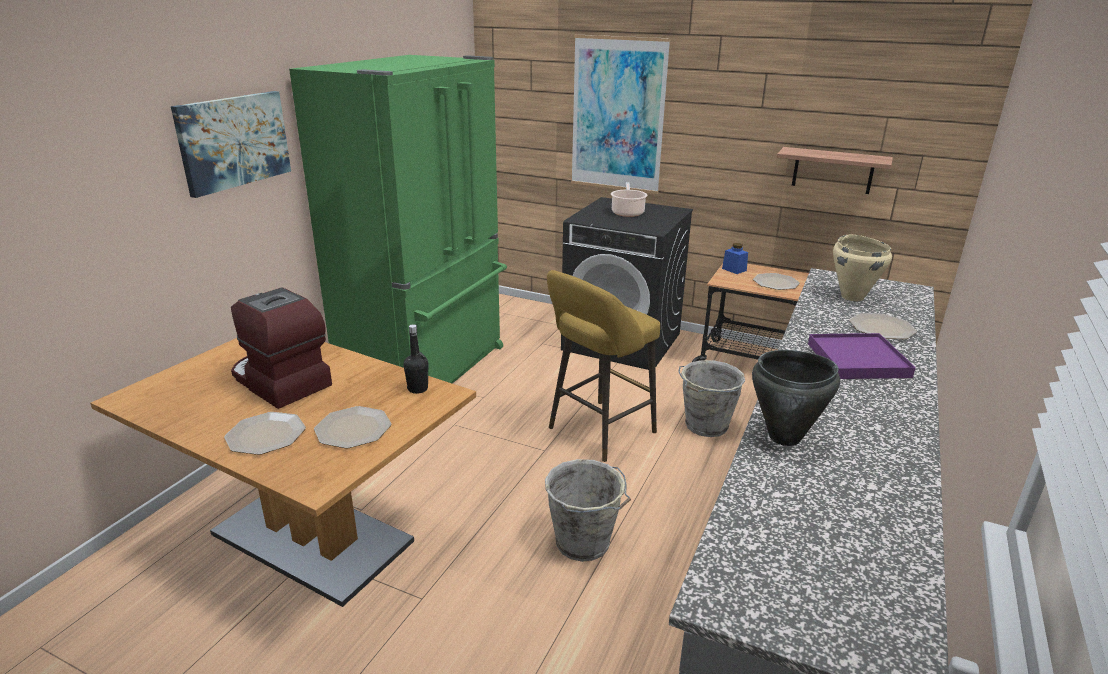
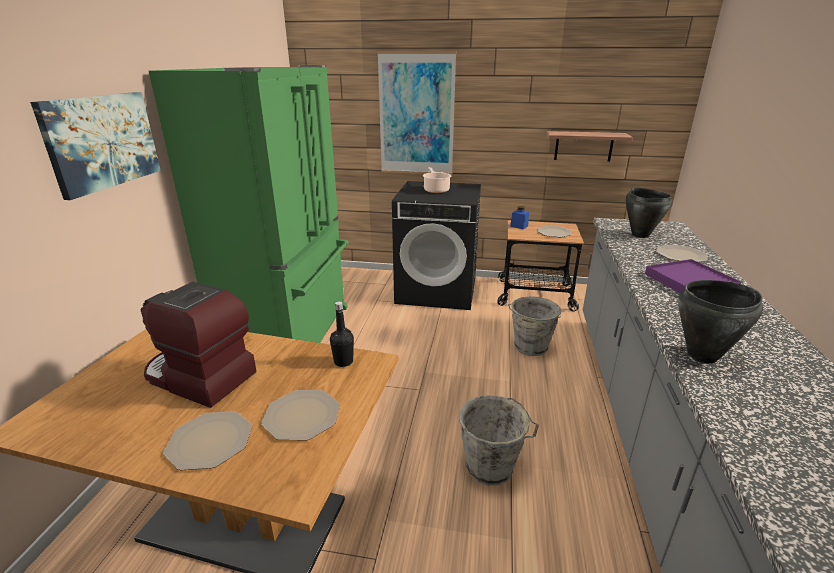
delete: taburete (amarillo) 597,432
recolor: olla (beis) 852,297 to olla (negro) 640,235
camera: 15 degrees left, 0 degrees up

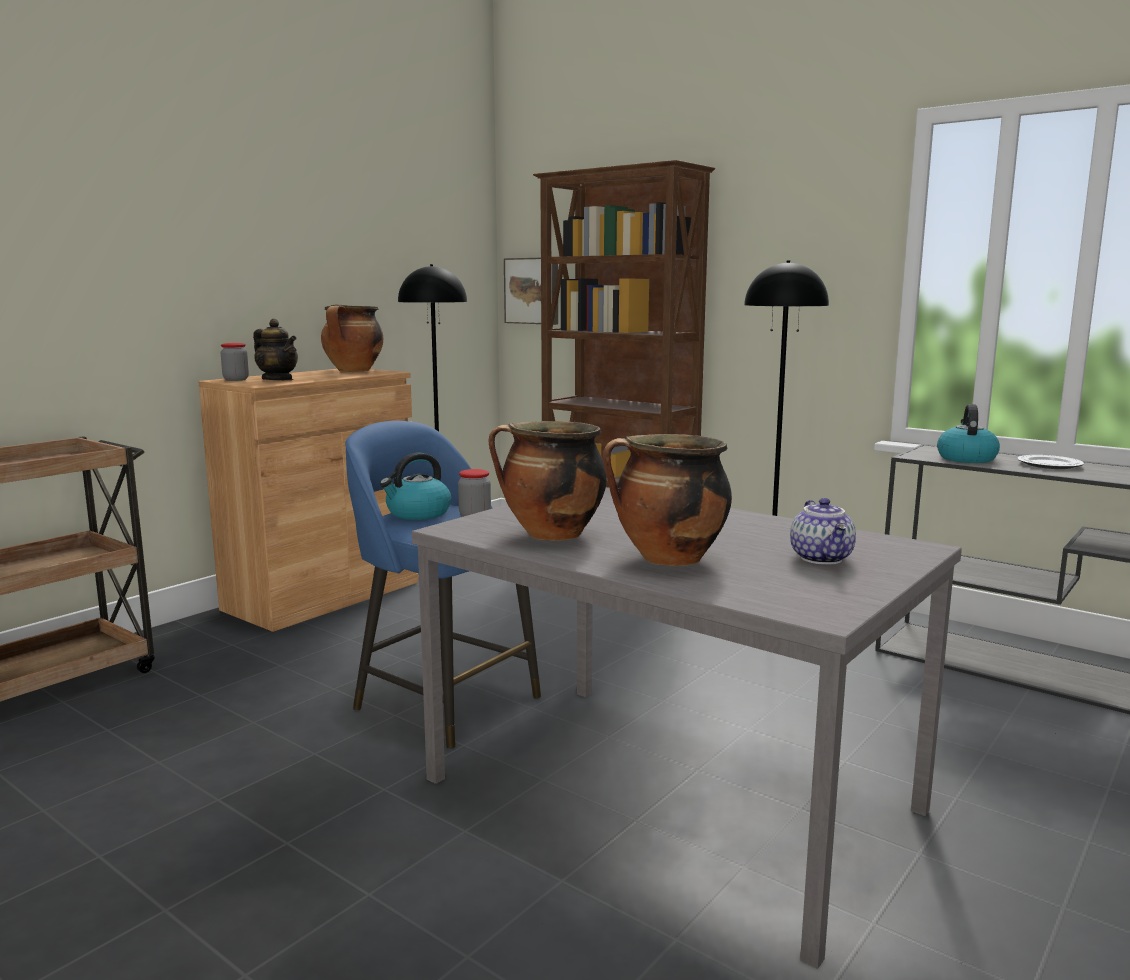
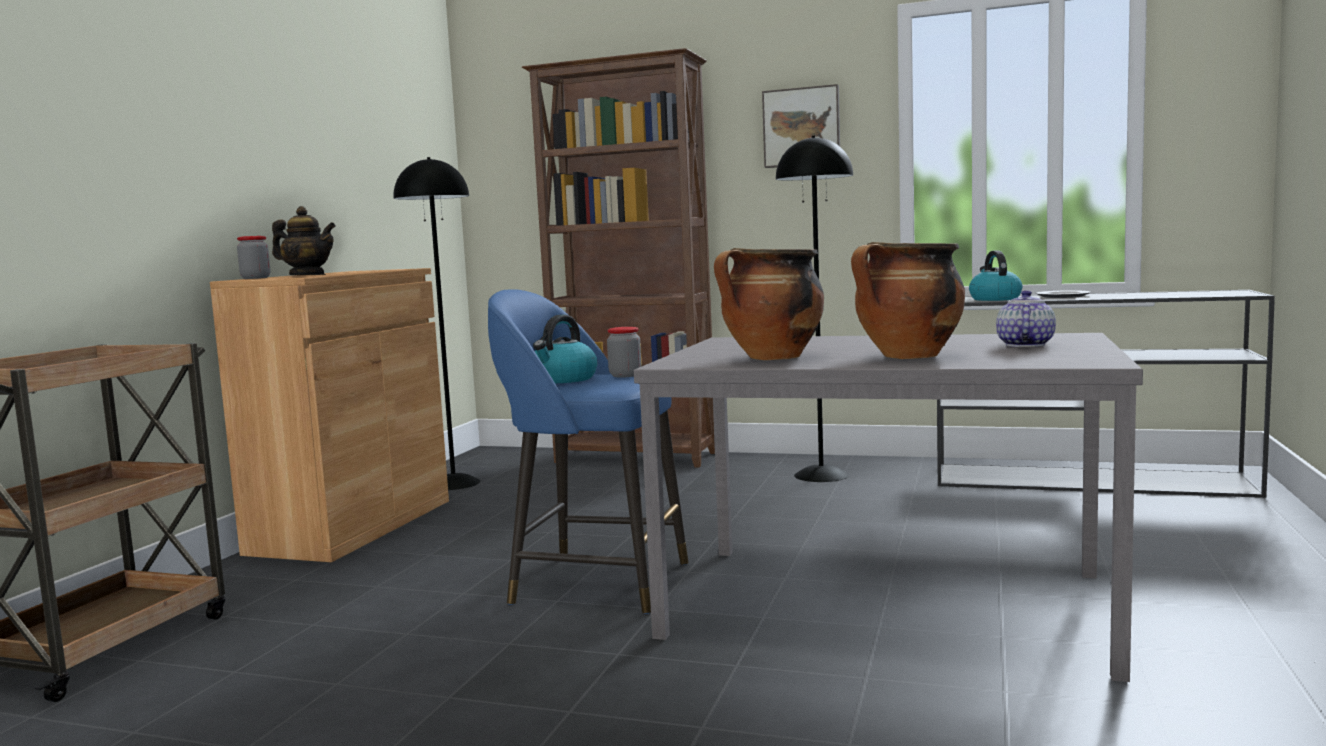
delete: olla 353,371
move: cuadro 533,291 to 802,127
rotate: tetera 823,558 = 1023,345 135 degrees counterclockwise
camera: 20 degrees left, 5 degrees down

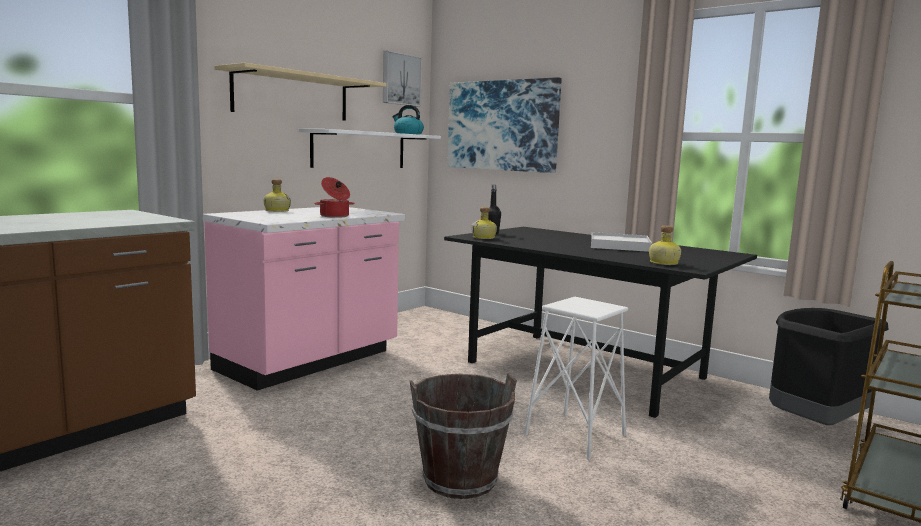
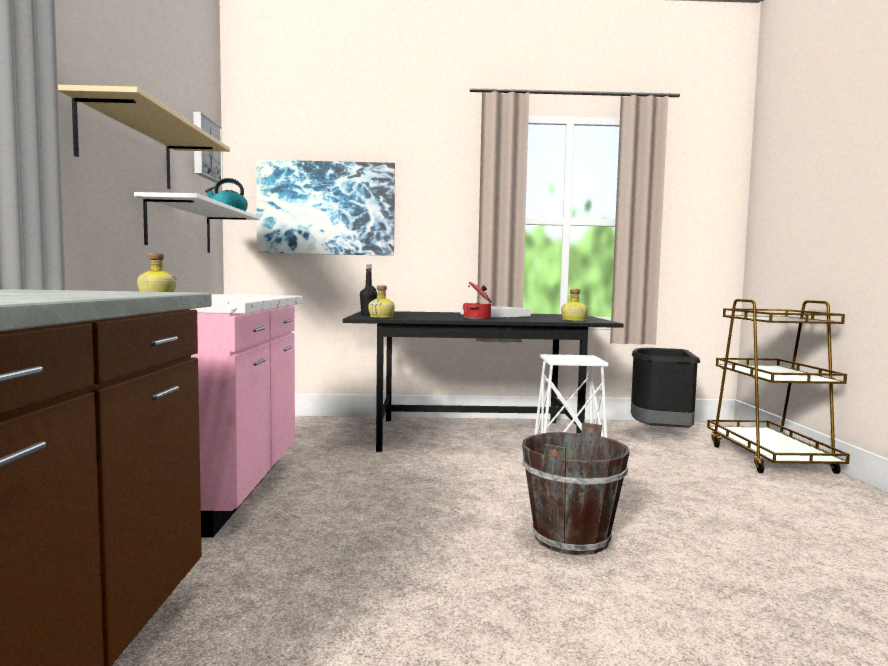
move: olla 334,216 to 478,318
camera: 40 degrees left, 5 degrees down

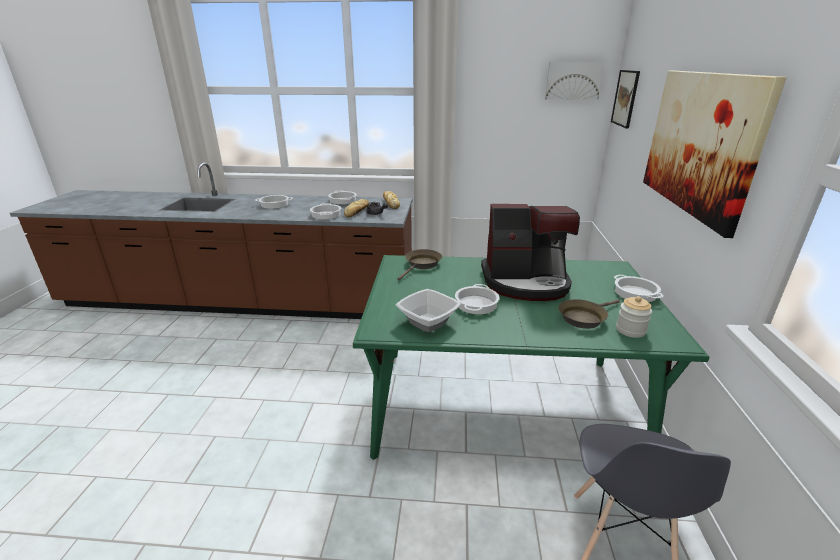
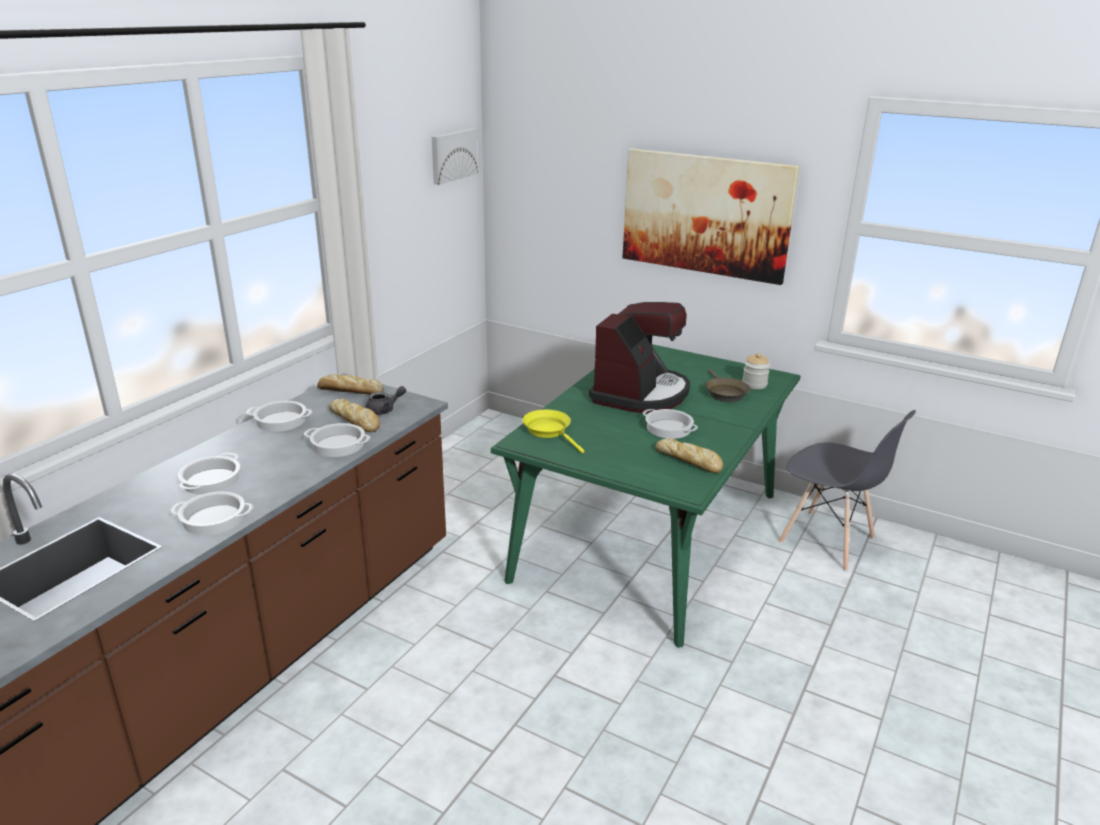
delete: cuadro 625,98
move: olla 634,293 to 213,519
replace: cuenco 427,322 to pan 689,461
recolor: sartén (marrón) 422,265 to sartén (amarillo) 549,431
camera: 65 degrees left, 0 degrees up

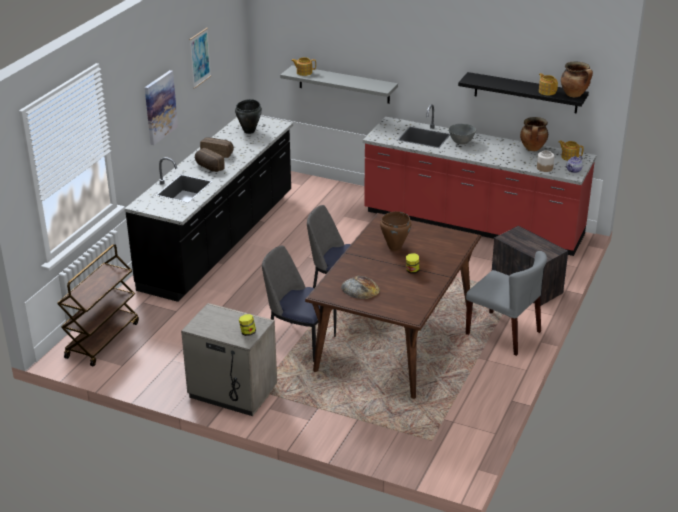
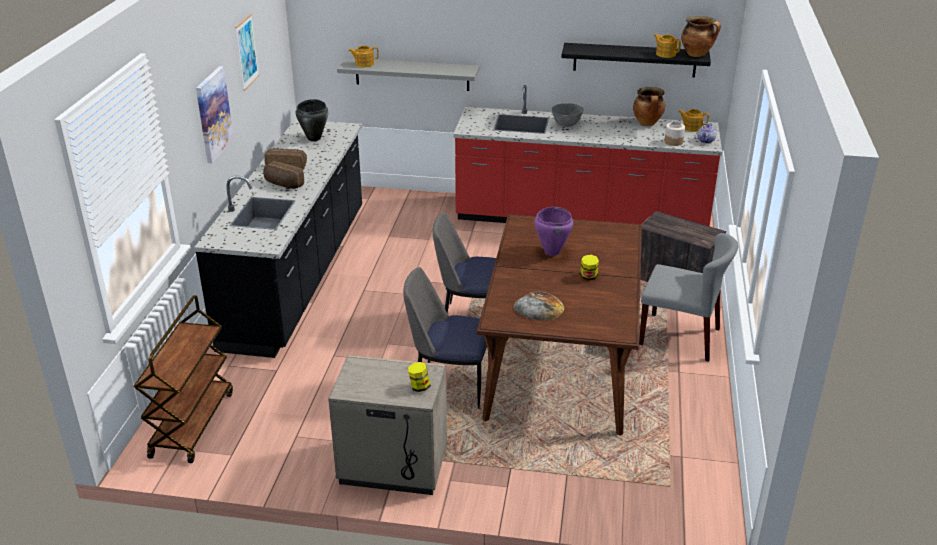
recolor: olla (marrón) 394,247 to olla (morado) 551,252
camera: 15 degrees left, 0 degrees up

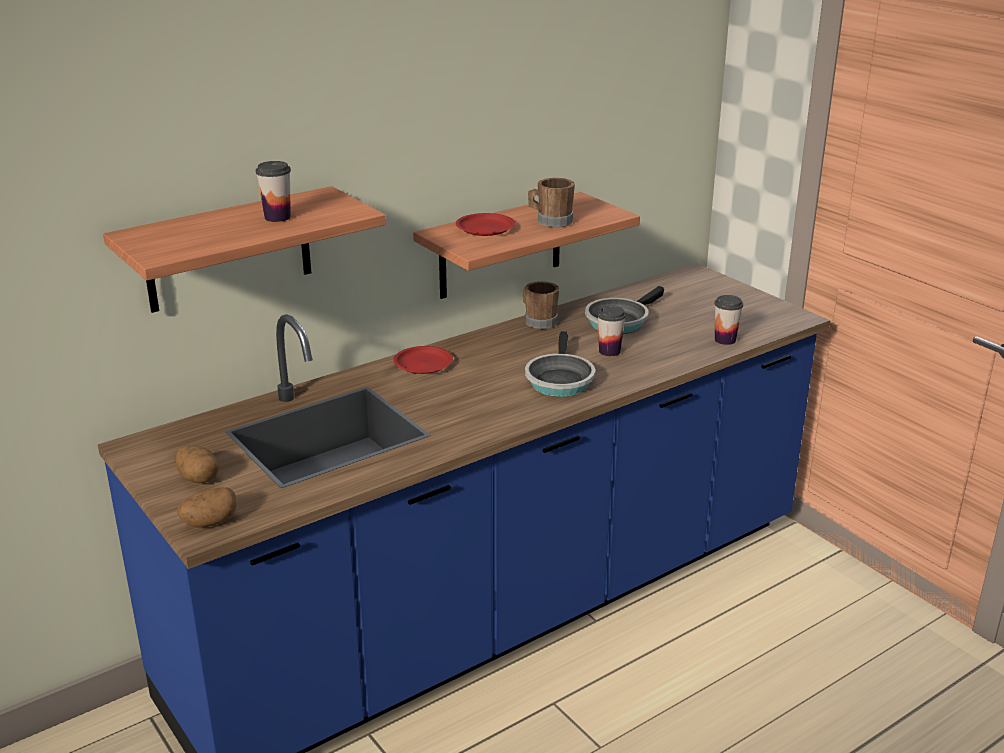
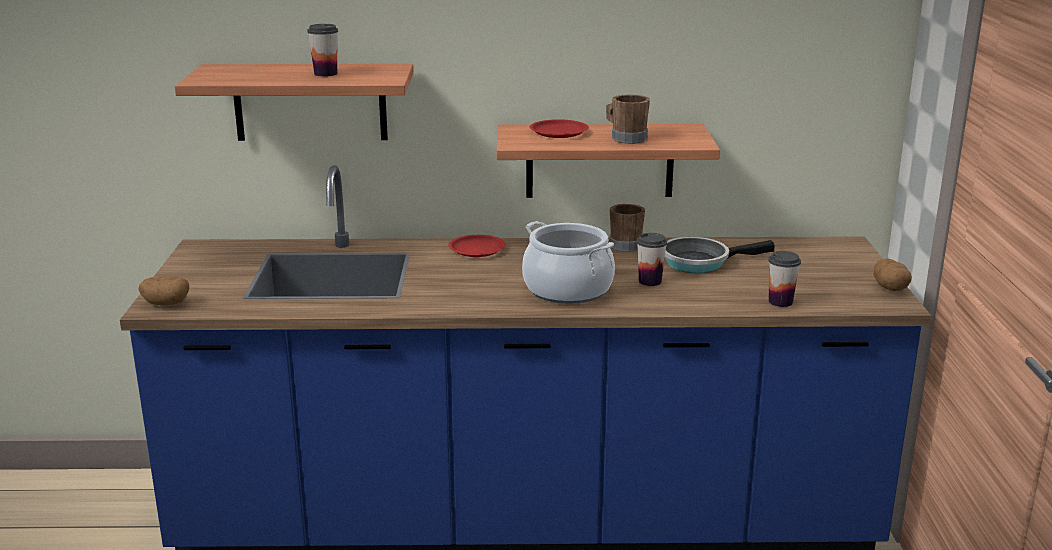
move: patata 198,478 to 889,288
replace: sartén 559,380 to olla 567,289
camera: 35 degrees right, 5 degrees down

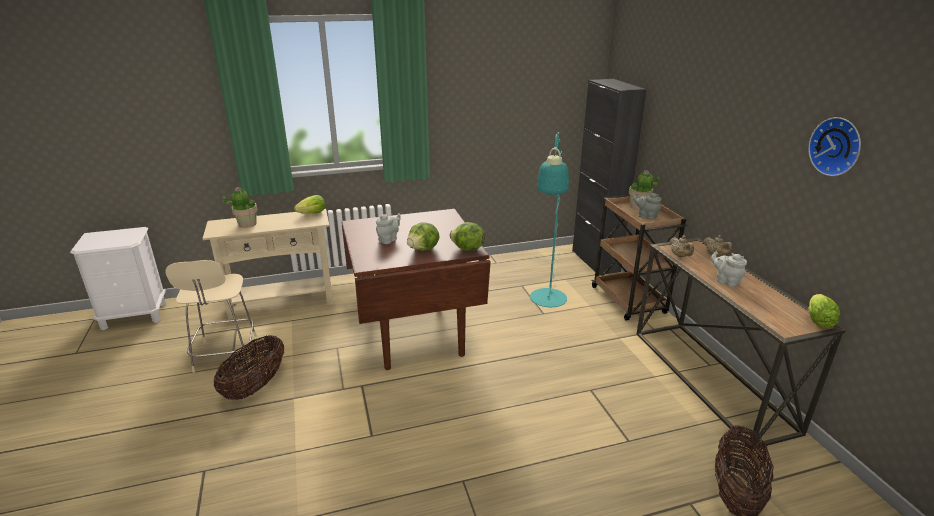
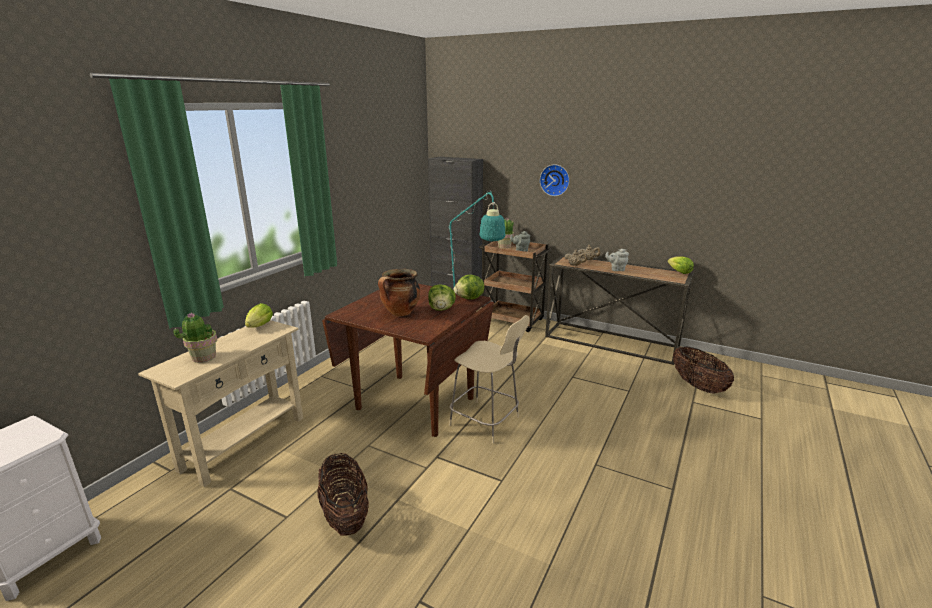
move: silla (beis) 225,355 to 486,422; reloj de pared 837,146 to 555,180
replace: tetera (gris) 389,240 to olla 400,313
camera: 45 degrees left, 5 degrees down

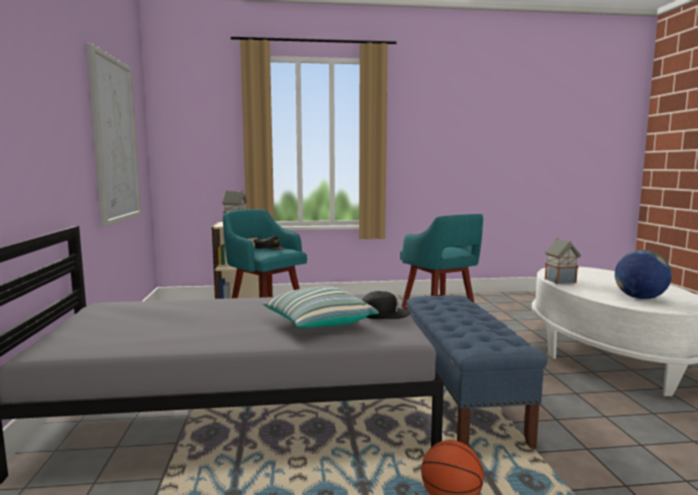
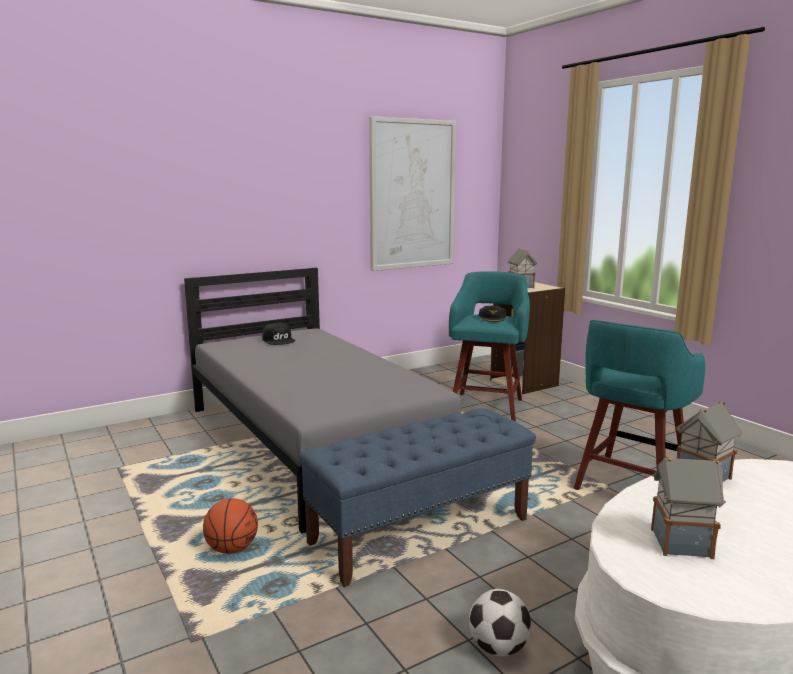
delete: cojín 318,324
insert: balón de fútbol 498,647
move: gorra (negro) 384,313 to 279,340
replace: globo terráqueo 640,298 to casita 679,544
camera: 65 degrees right, 5 degrees up

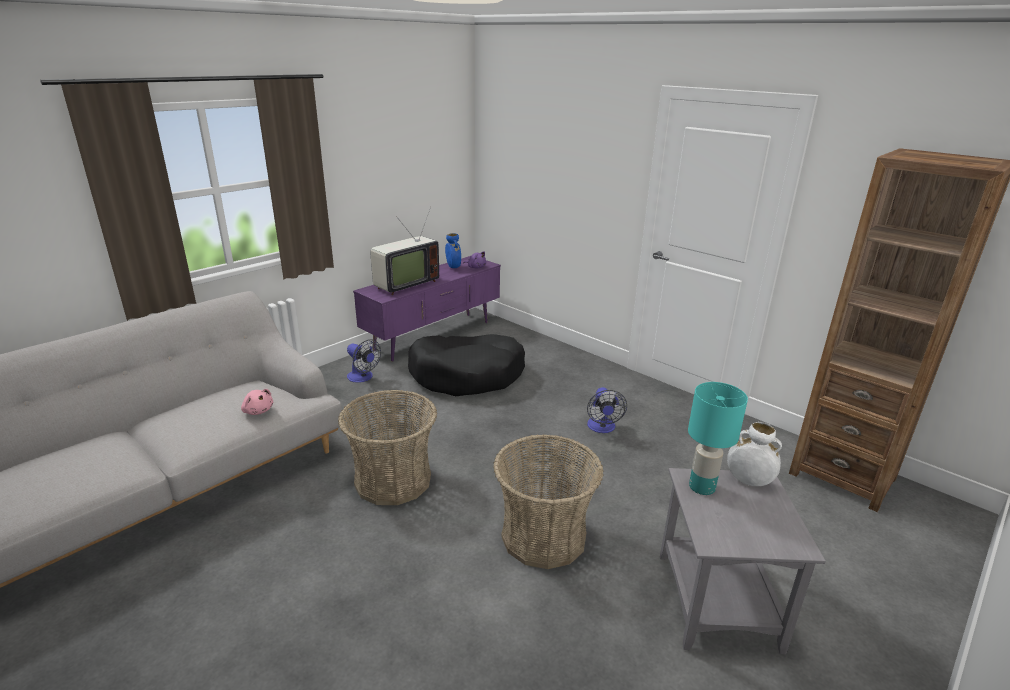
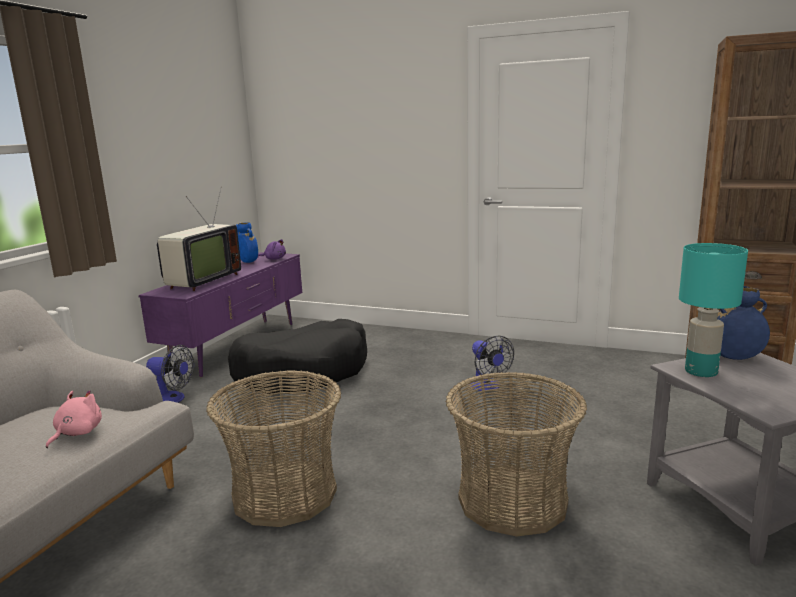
recolor: florero (blanco) 748,481 to florero (azul) 734,358
rotate: peluche (rosa) 258,411 = 77,433 90 degrees counterclockwise
camera: 20 degrees left, 10 degrees down

